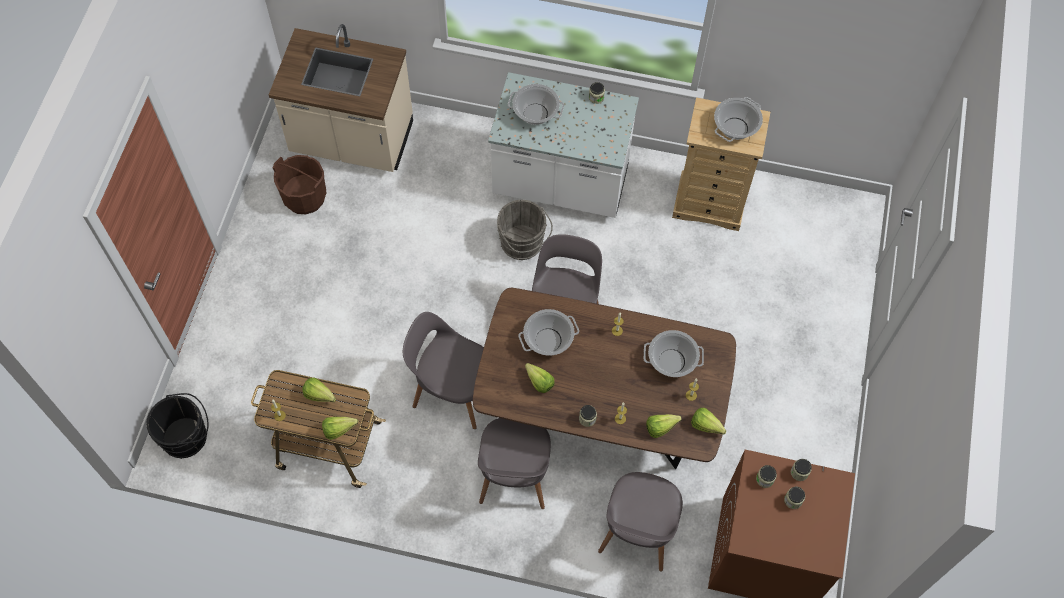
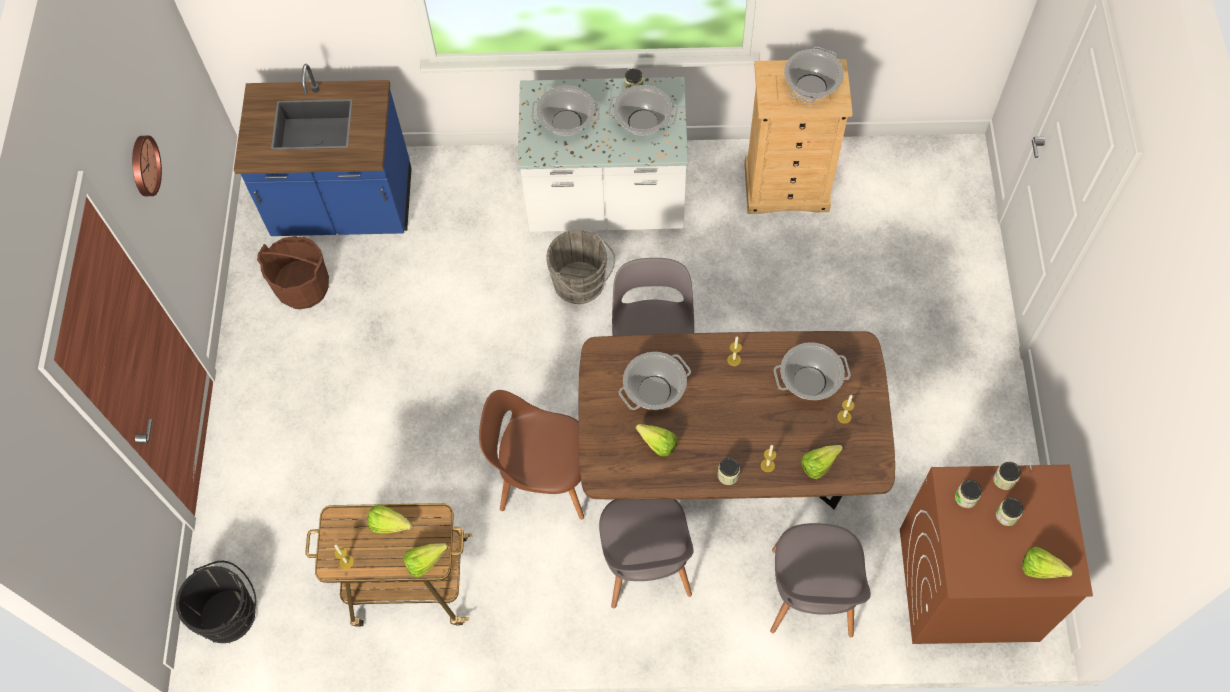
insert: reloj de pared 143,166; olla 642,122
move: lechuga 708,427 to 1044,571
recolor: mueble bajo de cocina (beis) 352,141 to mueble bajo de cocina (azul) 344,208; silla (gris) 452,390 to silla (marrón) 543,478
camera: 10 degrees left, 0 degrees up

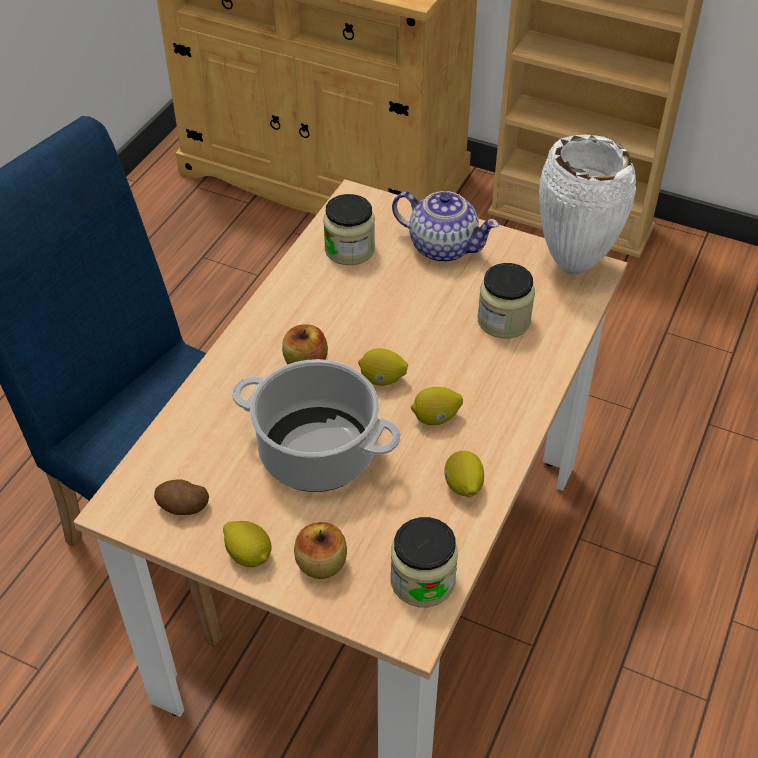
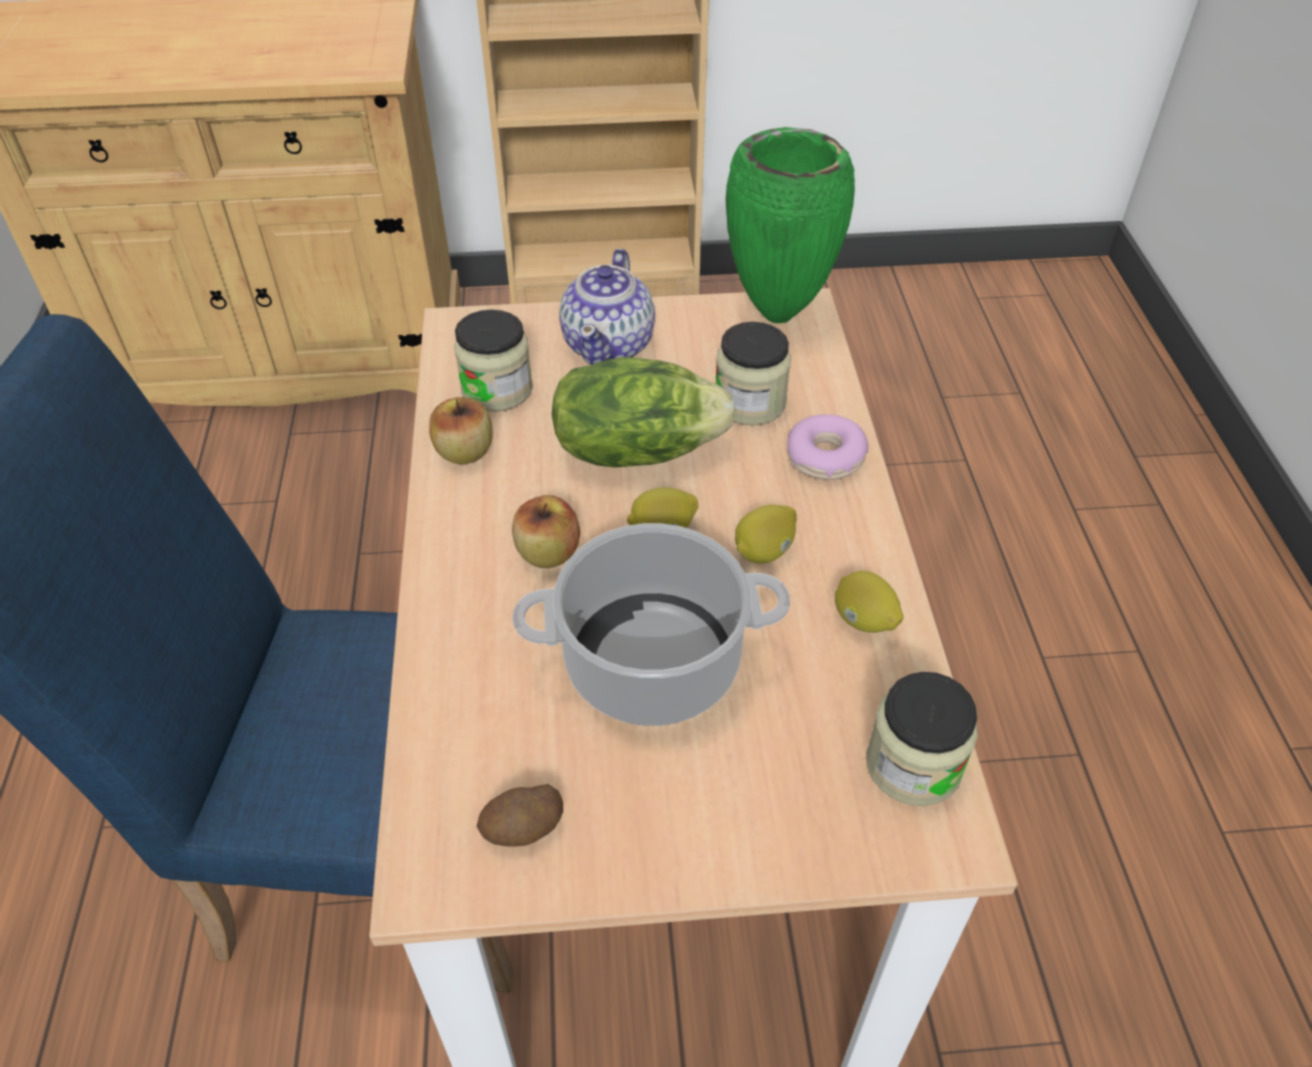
delete: limón 249,554
insert: lechuga 636,449; rosquilla 825,458
move: manzana 321,564 to 464,452
recolor: florero (blanco) 574,267 to florero (verde) 779,313
rotate: tetera 442,246 = 609,344 105 degrees clockwise
camera: 30 degrees left, 0 degrees up

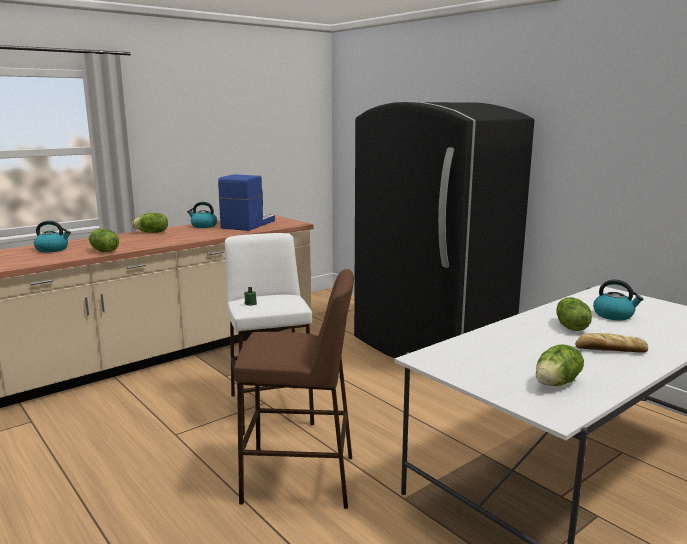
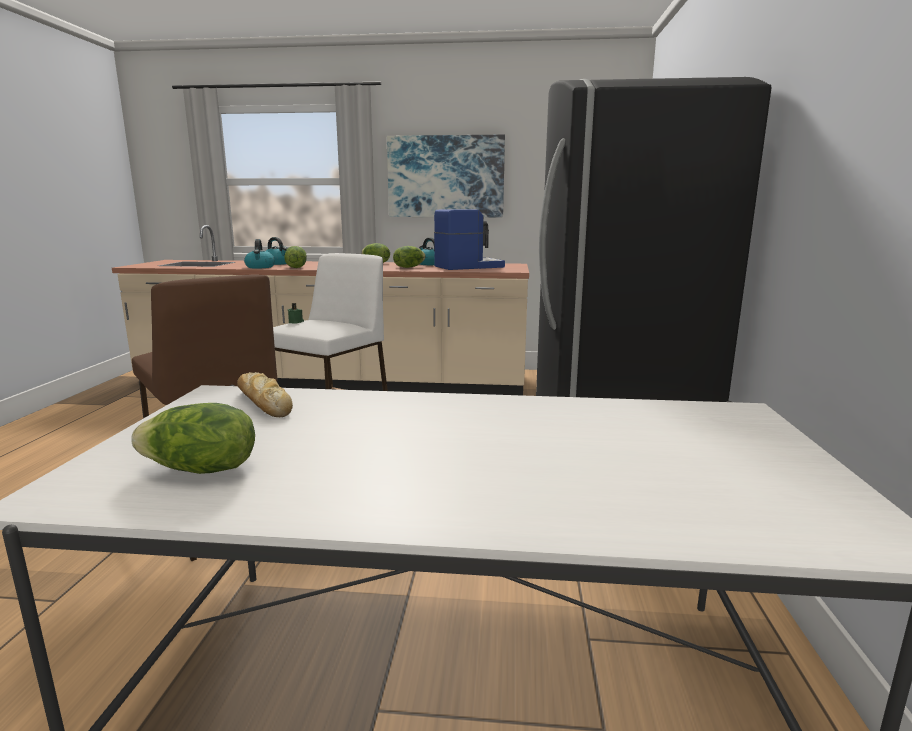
insert: cuadro 445,177
move: pan 609,349 to 263,402; hervidor 614,315 to 260,267; lechuga 570,327 to 409,267
camera: 45 degrees right, 0 degrees up

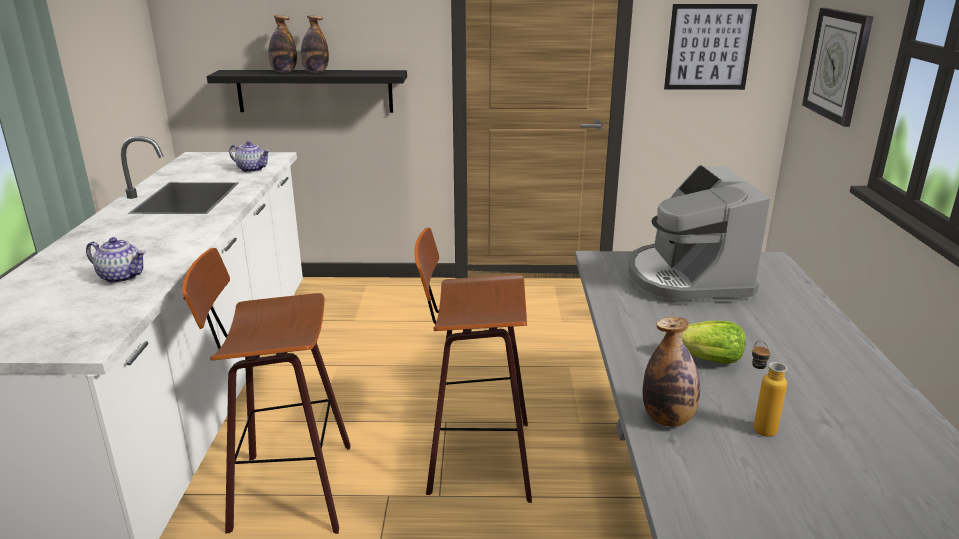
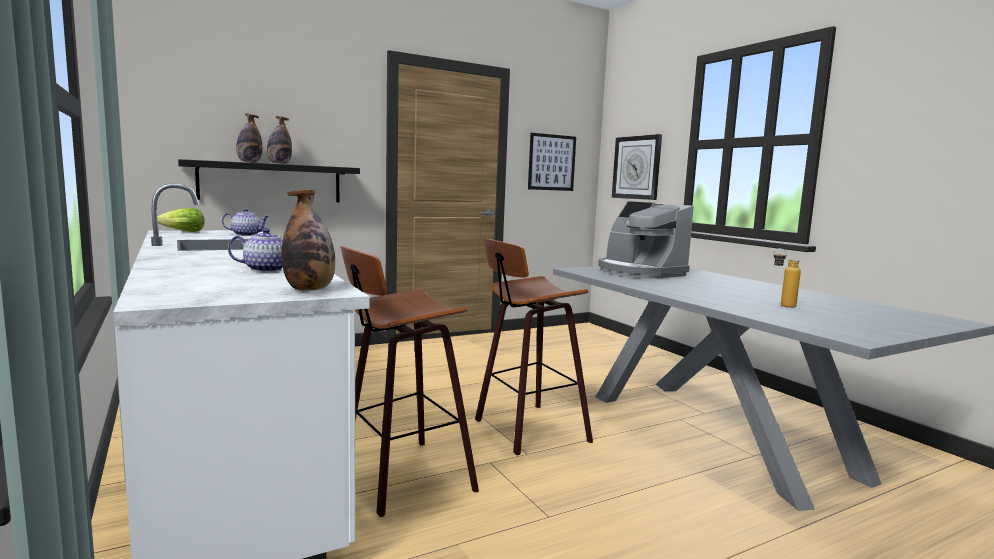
move: lechuga 706,360 to 183,231; botella 668,419 to 310,289
camera: 30 degrees left, 15 degrees down

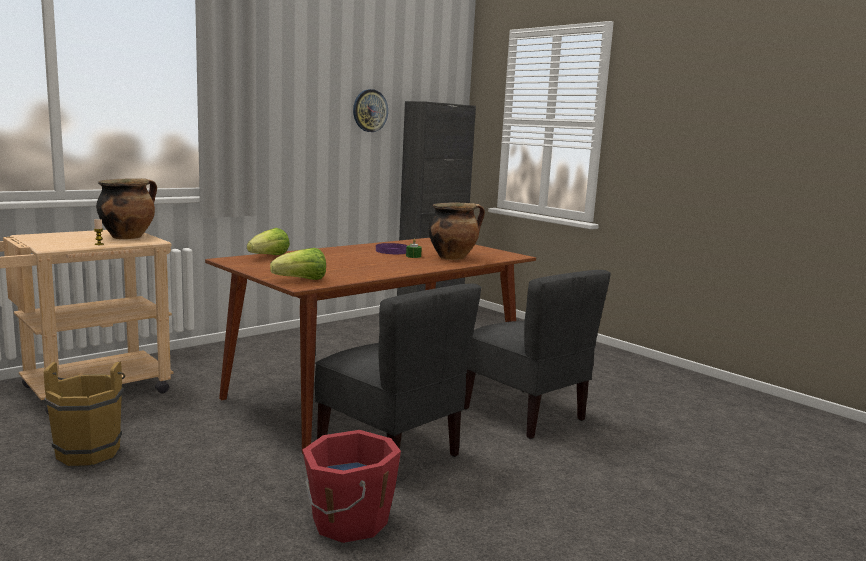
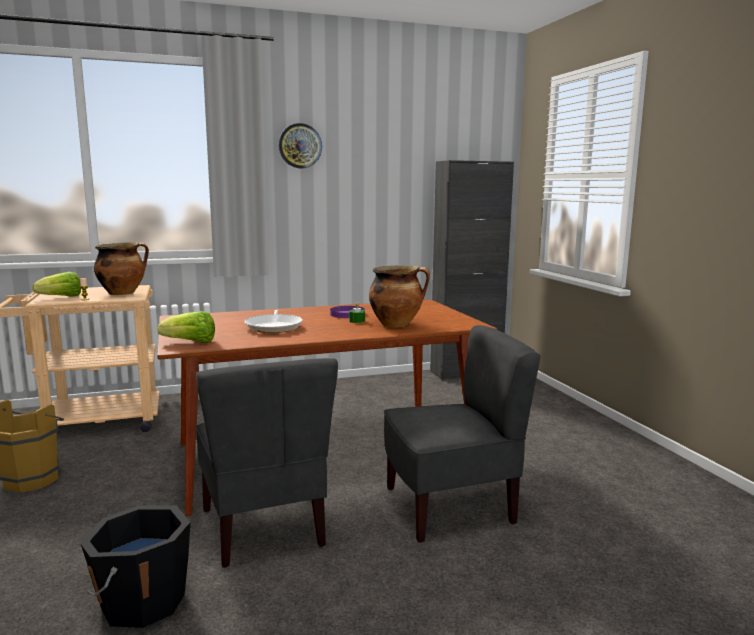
insert: sartén 274,327
move: lechuga 269,256 to 61,297; reloj de pared 370,110 to 300,146
recolor: cubo (rojo) 348,521 to cubo (negro) 141,601
rotate: silla (gris) 524,414 = 450,507 90 degrees counterclockwise
camera: 25 degrees right, 0 degrees up

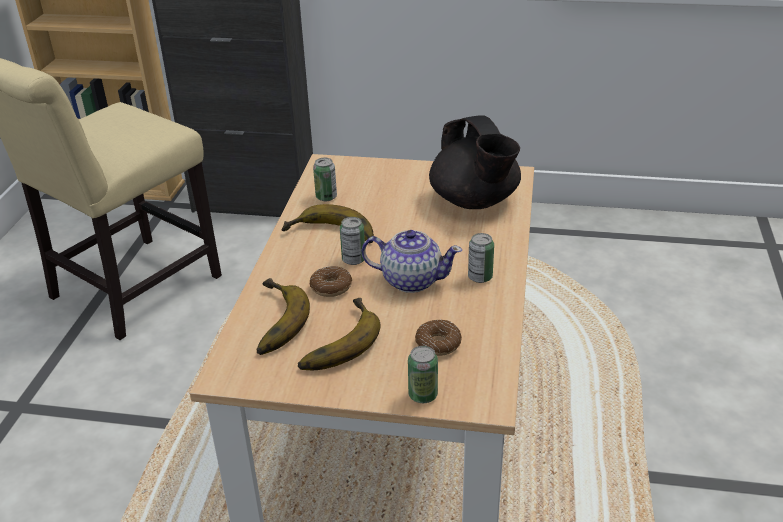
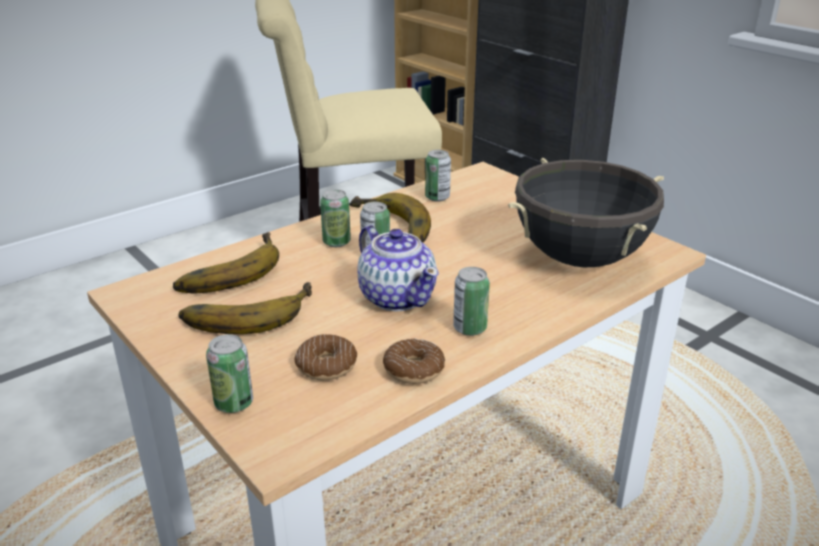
insert: lata 336,242
move: rosquilla 331,287 to 414,369
replace: tetera (negro) 475,201 to olla (negro) 579,258
camera: 40 degrees right, 5 degrees down

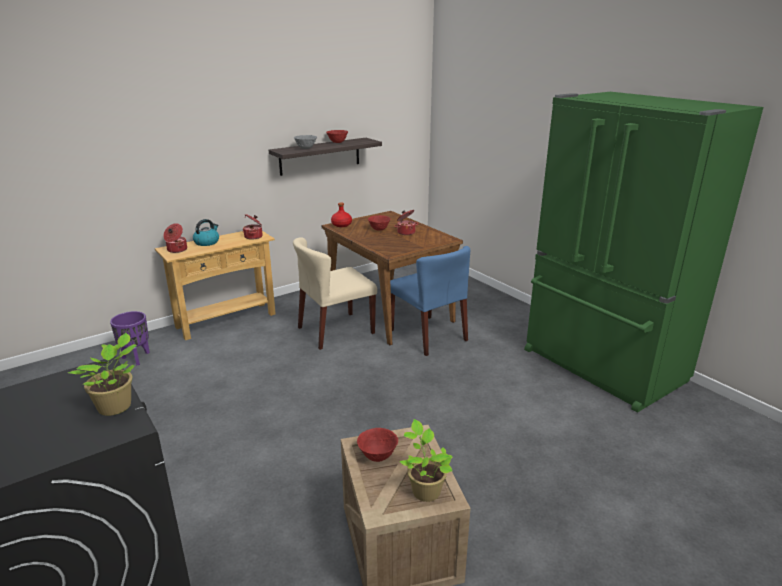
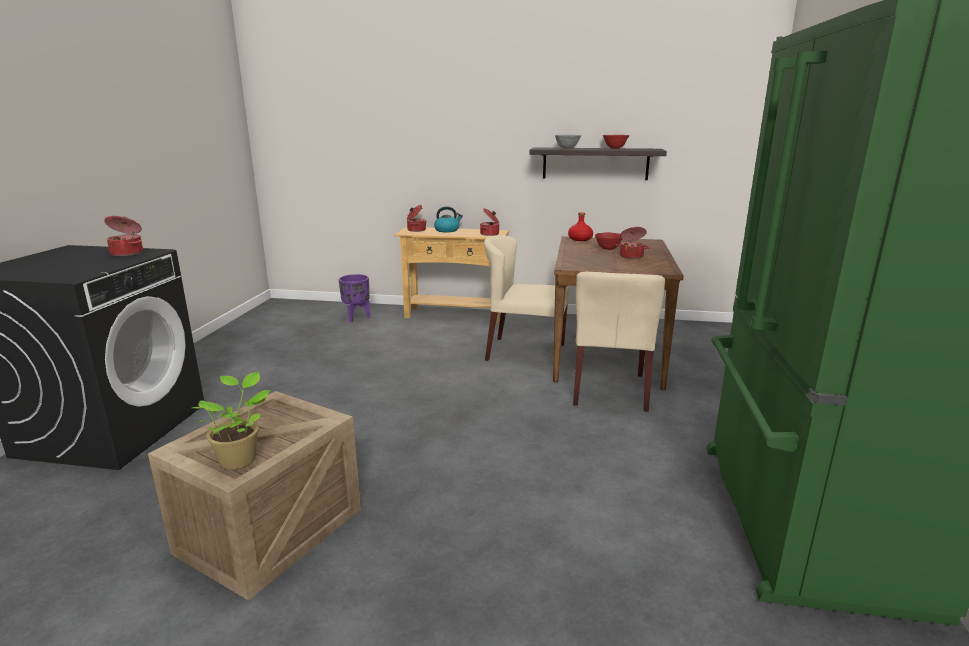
delete: planta en maceta 117,407; cuenco (rojo) 377,456
insert: olla 128,253
recolor: silla (azul) 428,335 to silla (beis) 609,389
camera: 45 degrees right, 5 degrees down

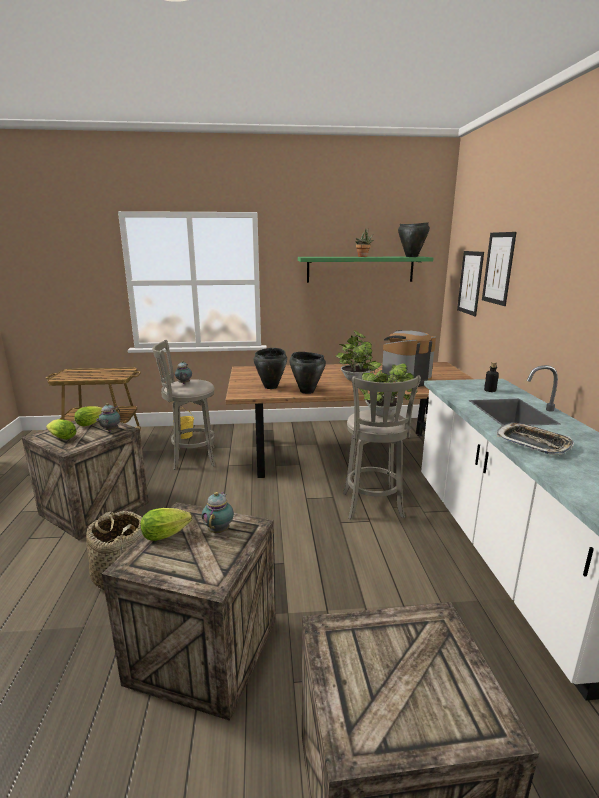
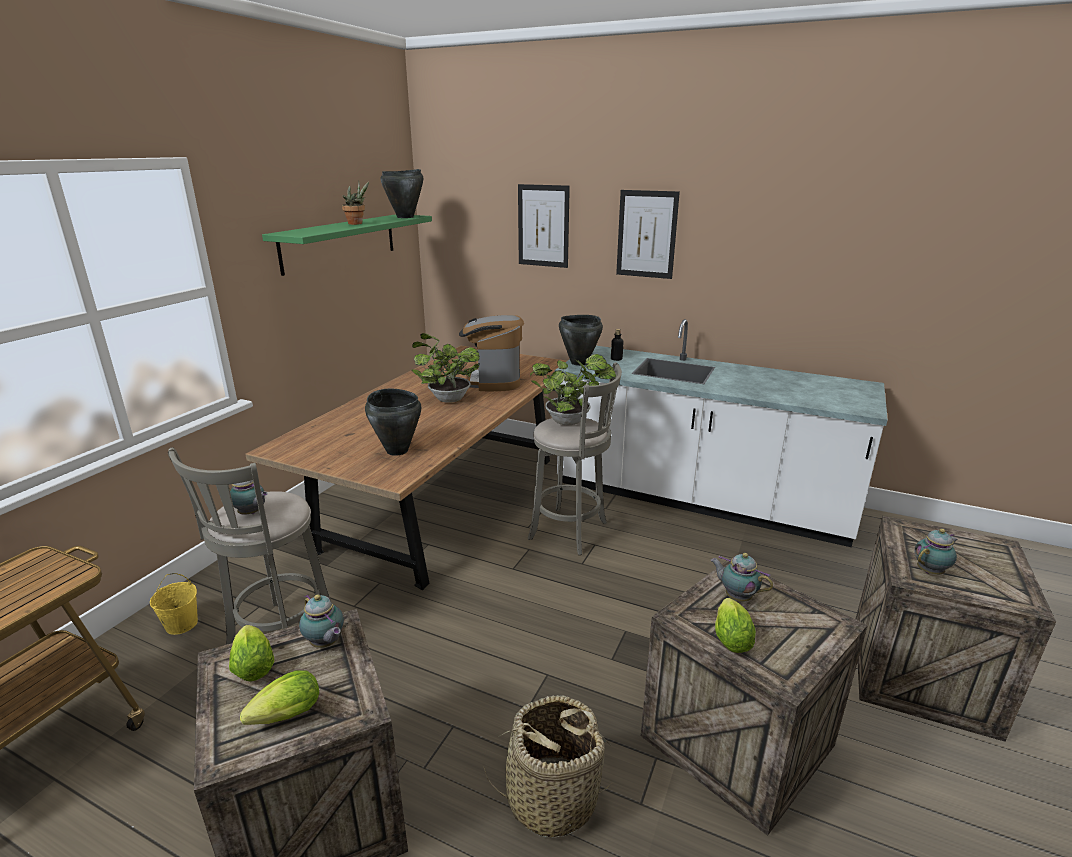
delete: bandeja 532,443
insert: tetera 931,571
move: olla (negro) 307,391 to 579,363; cuadro 470,282 to 646,234
camera: 60 degrees left, 5 degrees up

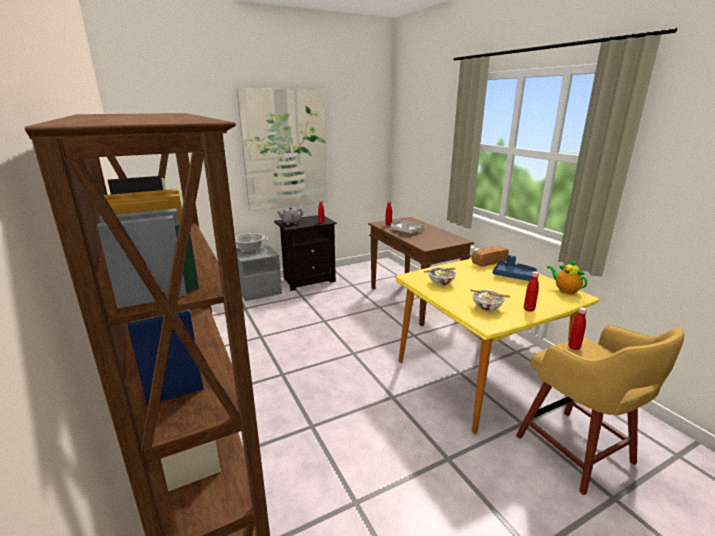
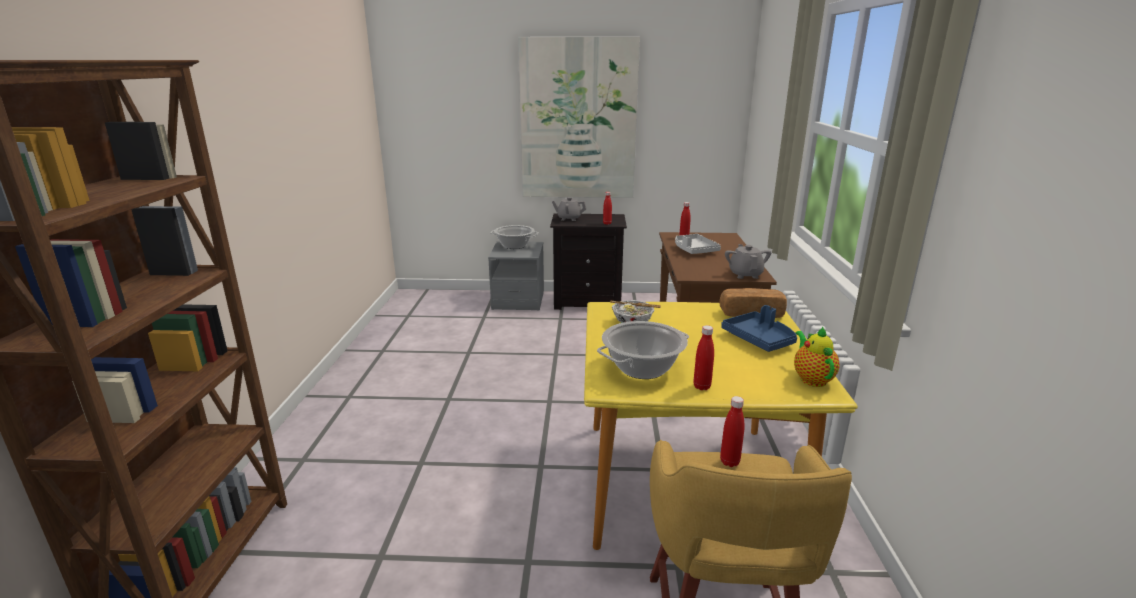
insert: tetera (gris) 745,274
replace: cuenco 487,307 to olla 642,368
camera: 30 degrees right, 0 degrees up

